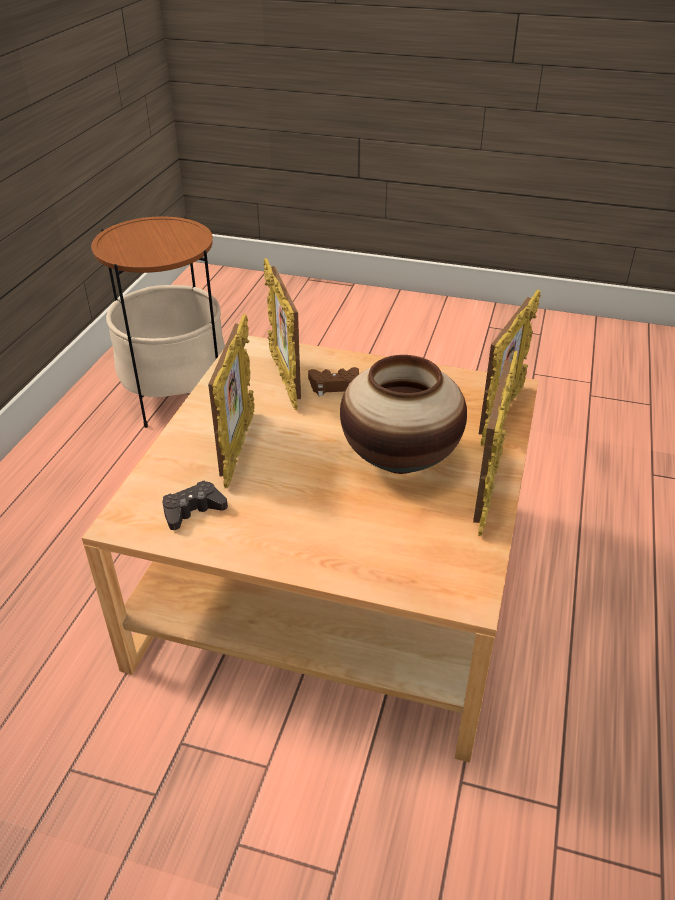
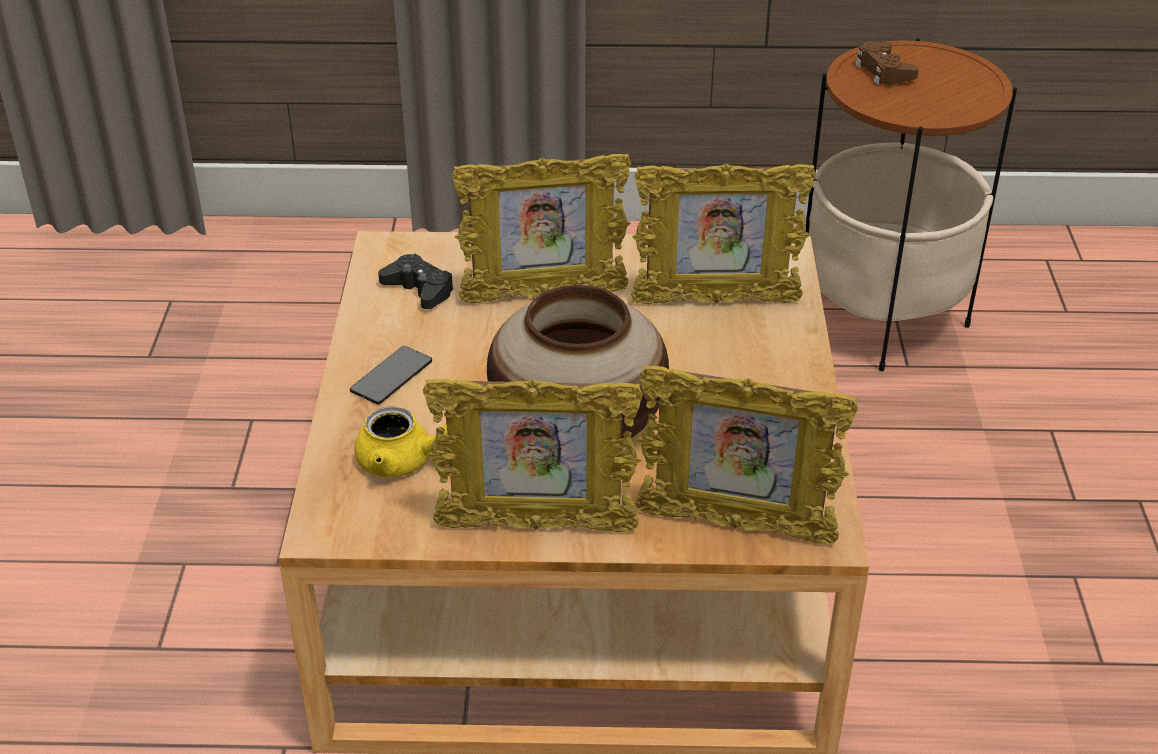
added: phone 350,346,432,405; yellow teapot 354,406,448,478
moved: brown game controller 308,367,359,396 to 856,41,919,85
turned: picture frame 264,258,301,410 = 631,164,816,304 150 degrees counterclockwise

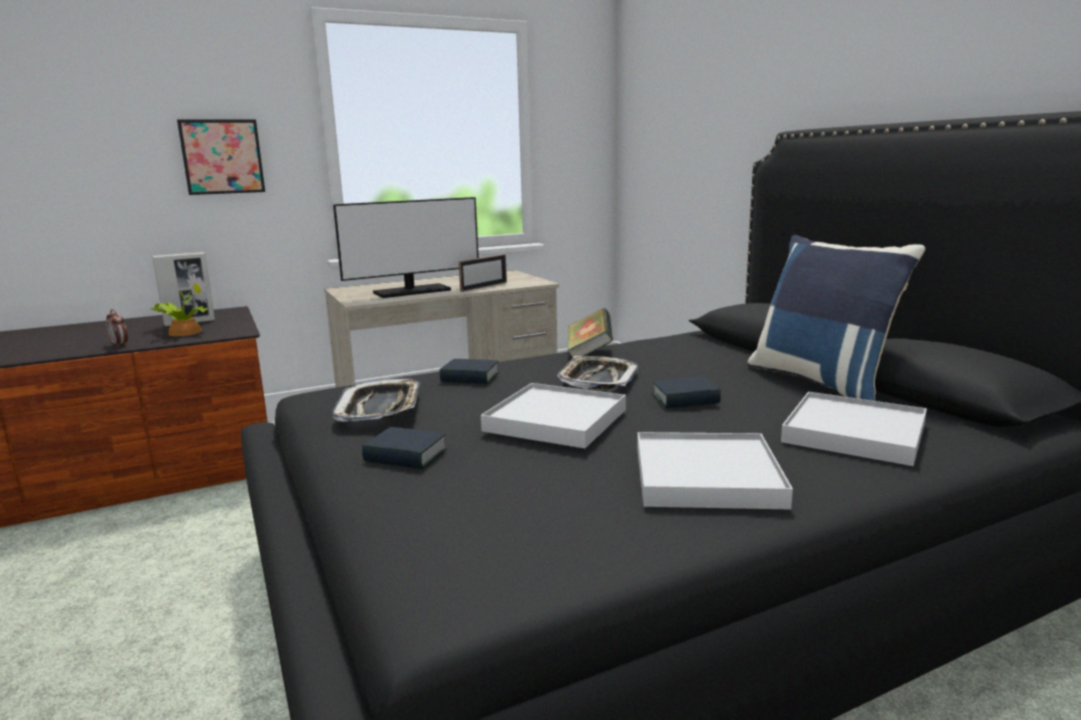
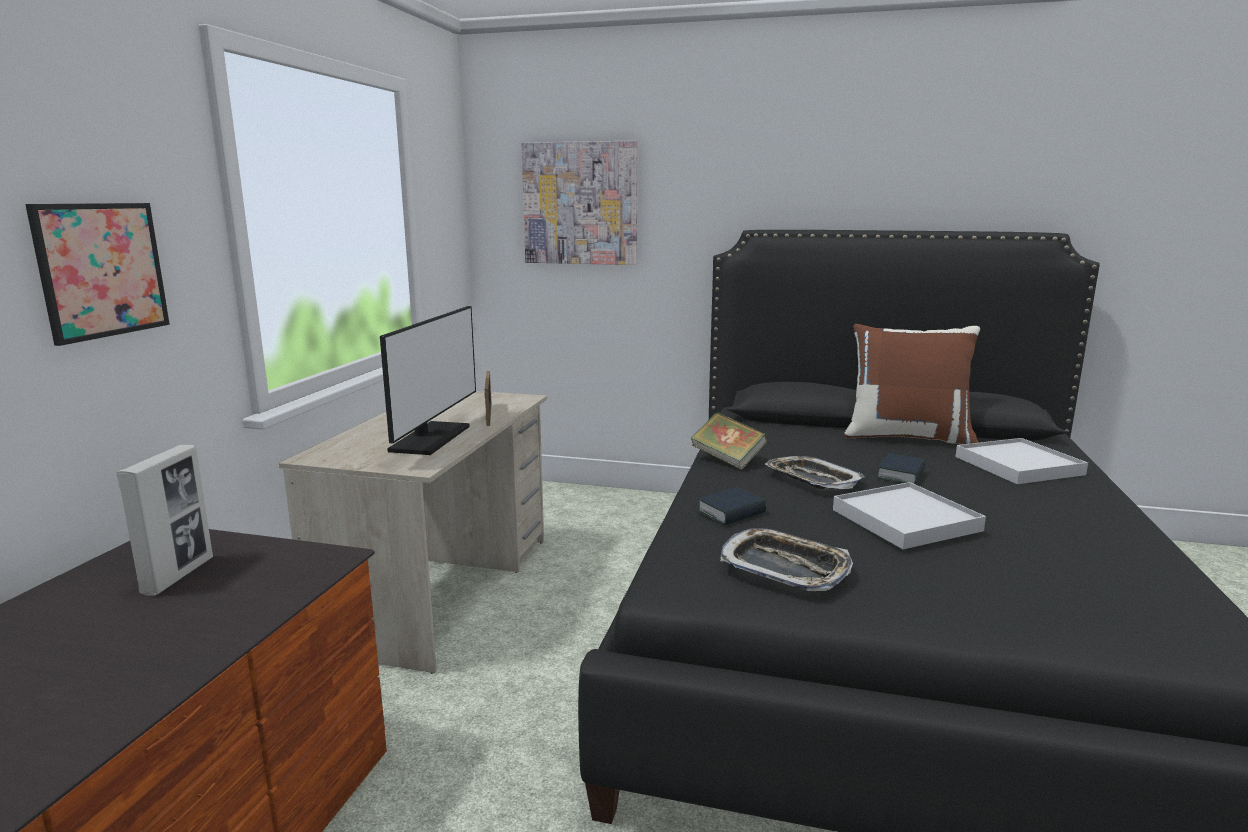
removed: alarm clock 106,309,128,347; potted plant 151,273,208,336; book 362,427,447,469; white tray 637,432,793,509
added: picture 521,140,637,265
recoloured: blue pillow 747,235,925,401 to brown pillow 844,324,980,445

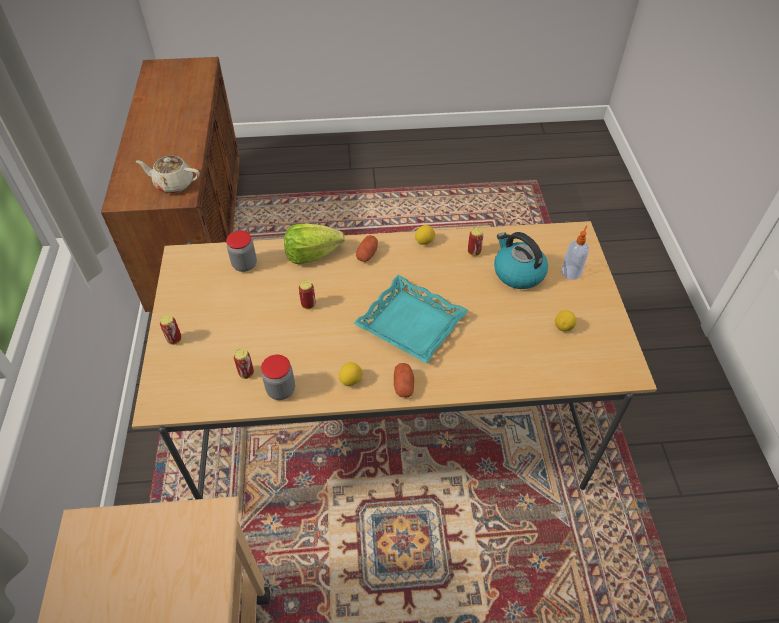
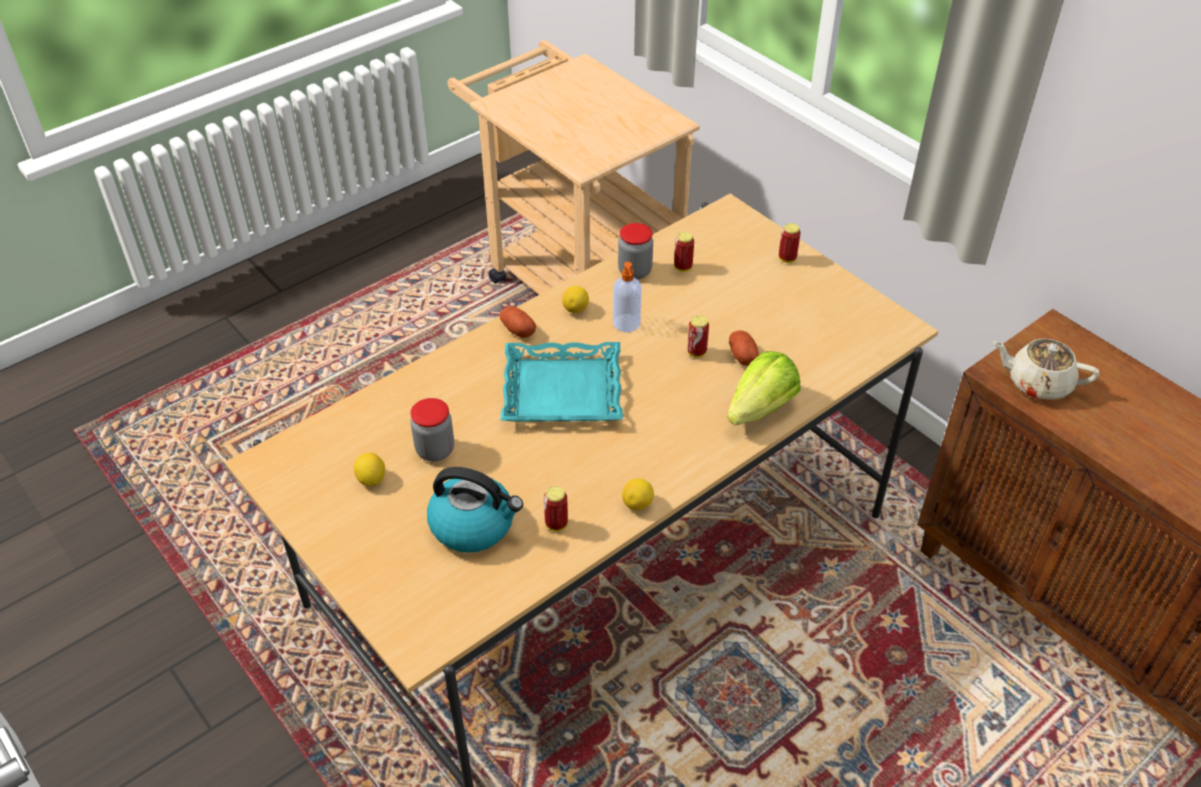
moved: jar 226,231,257,272 to 410,398,454,461; potato 356,235,378,262 to 729,330,759,366; soap dispenser 561,225,589,280 to 613,262,641,332
turned: beige teapot 136,156,200,193 = 993,338,1099,400 135 degrees counterclockwise

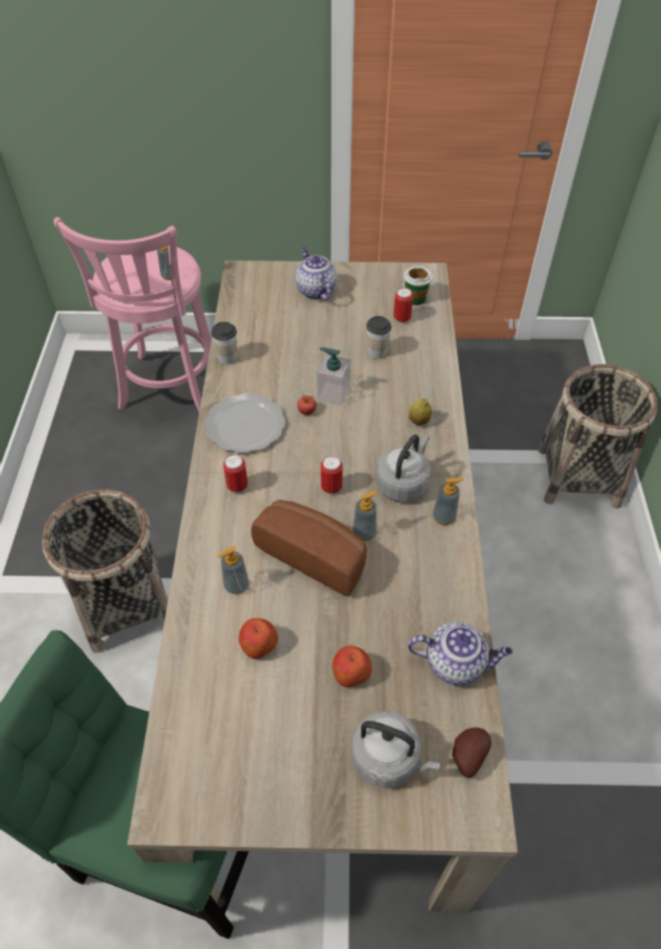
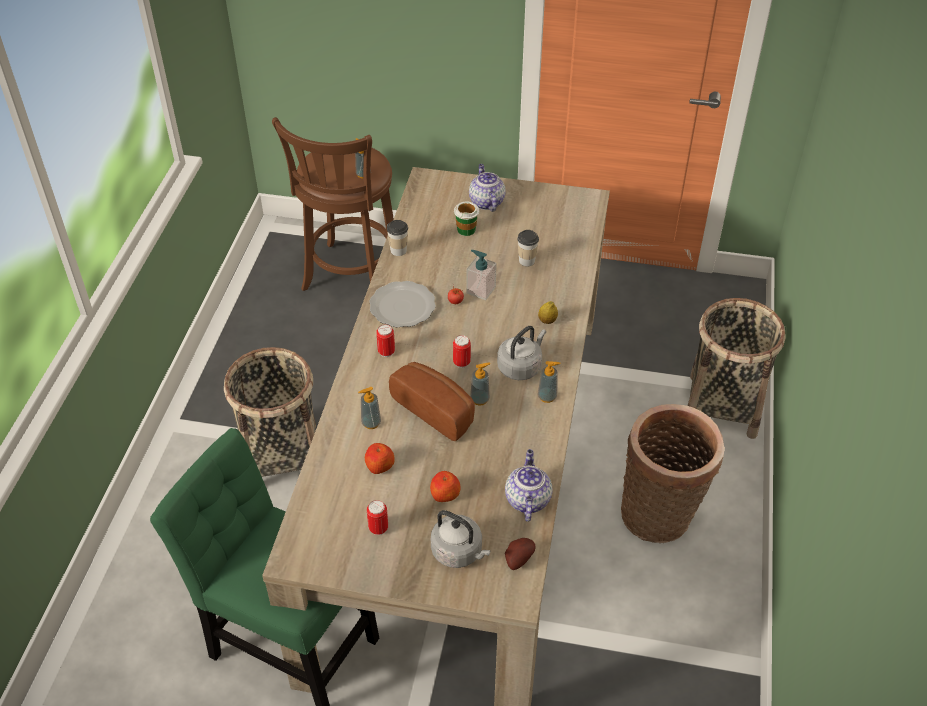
added: basket 621,404,725,543
moved: can 393,288,413,324 to 367,500,388,535; cup 404,266,432,305 to 454,202,479,236
recoloured: pink stool 54,217,211,412 to brown stool 272,117,394,291
turned: teapot 408,622,513,686 = 505,449,553,522 105 degrees counterclockwise

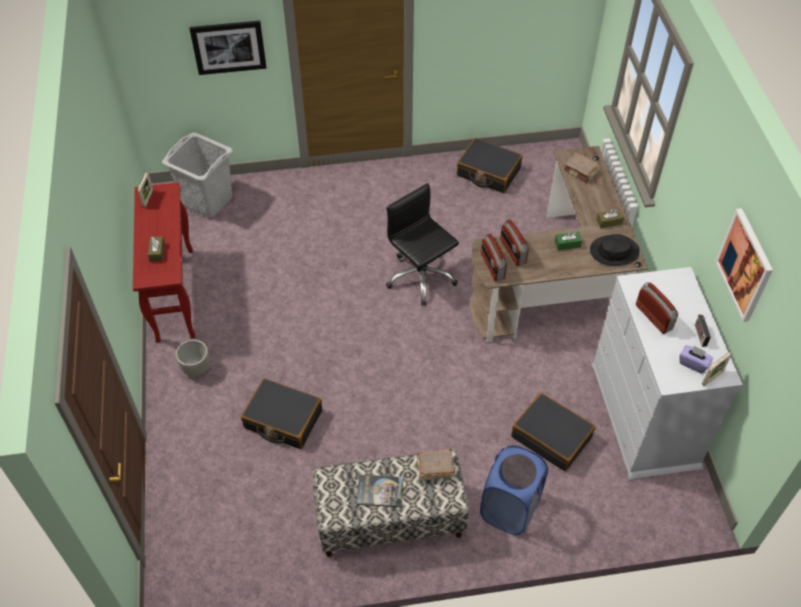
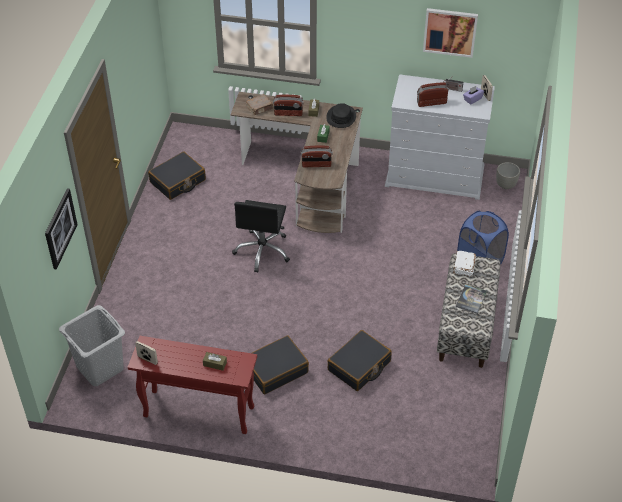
moved: grey planter 176,340,209,377 to 496,162,520,189; radio 481,233,507,281 to 273,95,304,116; black suitcase 511,393,595,471 to 252,335,309,394
recoloured: brown book 417,448,455,480 to white book 453,251,476,277
turned: black office chair 386,183,459,305 = 232,200,290,273 60 degrees counterclockwise

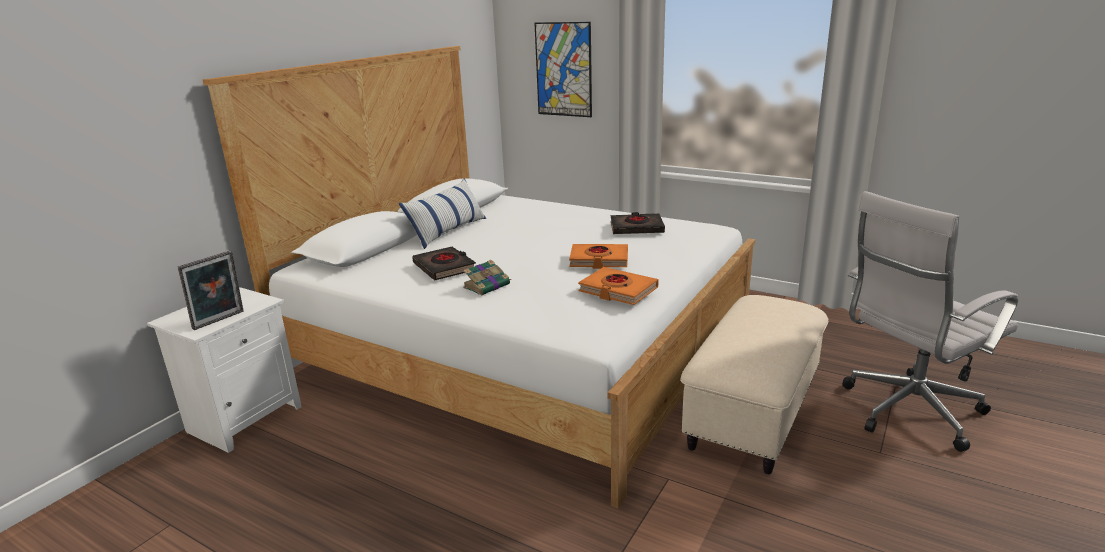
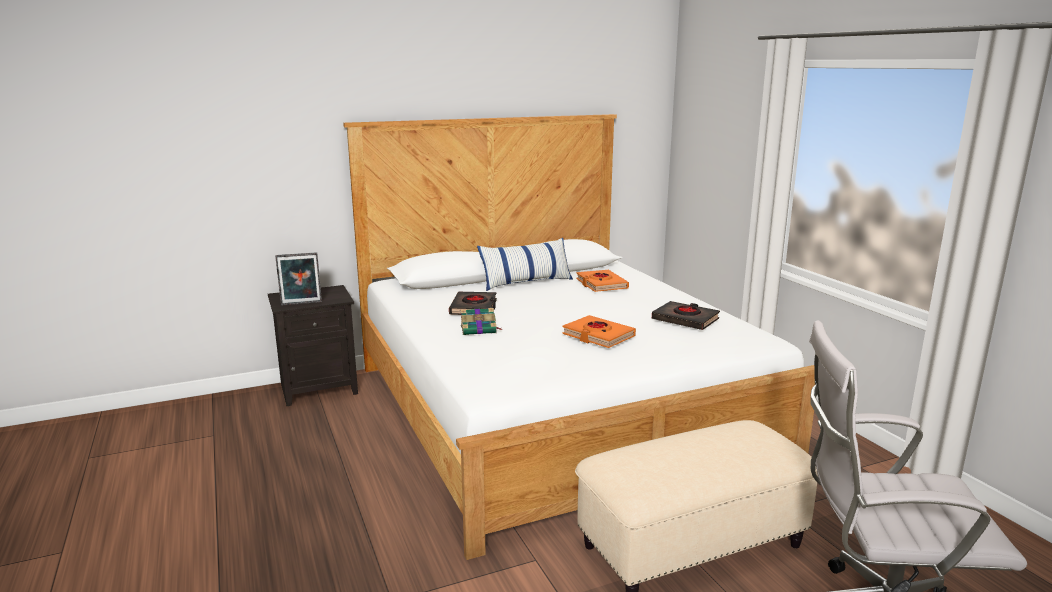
removed: picture 535,22,592,117
moved: orange book 578,267,659,305 to 576,270,629,292
recoloured: white nightstand 147,287,302,453 to black nightstand 268,285,358,406

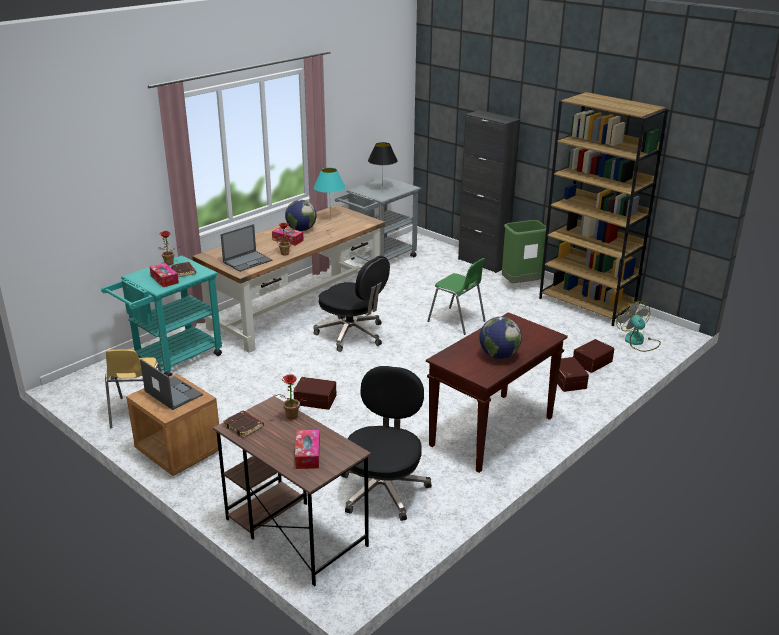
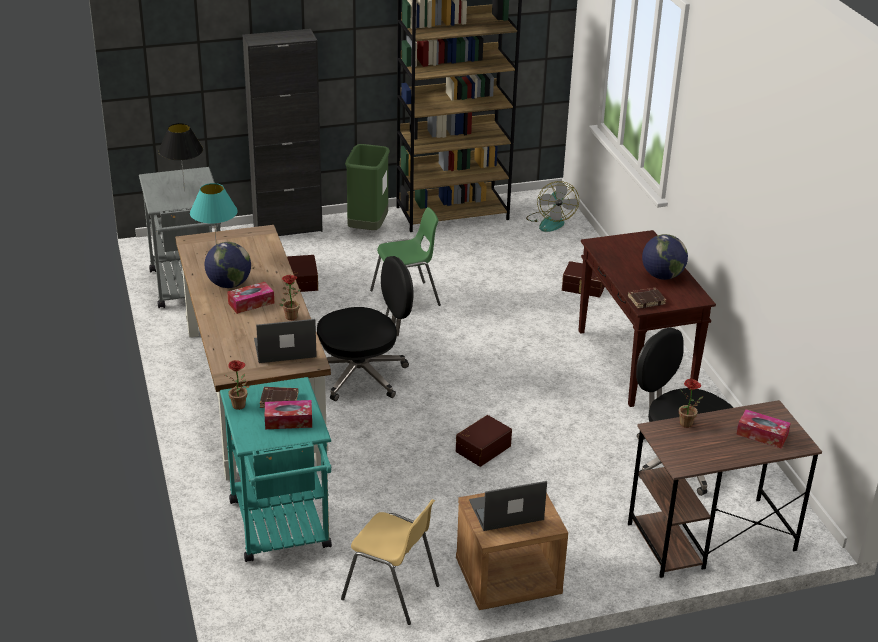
moved: brown book 223,411,264,438 to 628,288,666,309; brown storage box 573,339,614,373 to 287,255,318,292
turned: laptop 220,224,273,272 = 254,319,317,363 90 degrees counterclockwise; fan 616,301,661,352 = 526,181,579,232 105 degrees counterclockwise

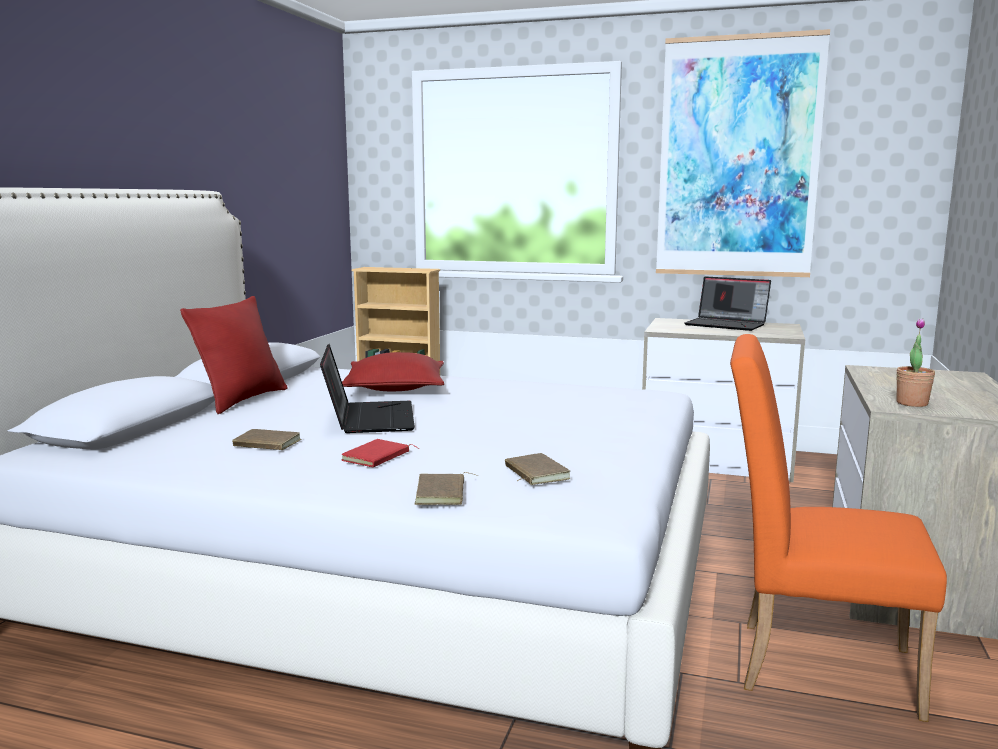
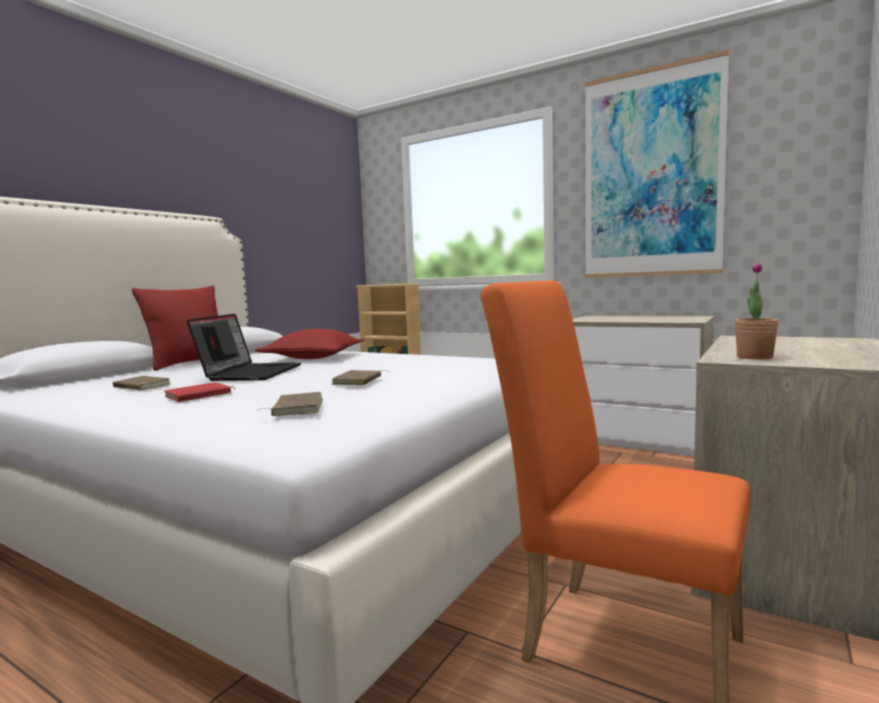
removed: laptop 684,276,771,331
moved: brown book 415,472,478,505 to 332,370,389,385

